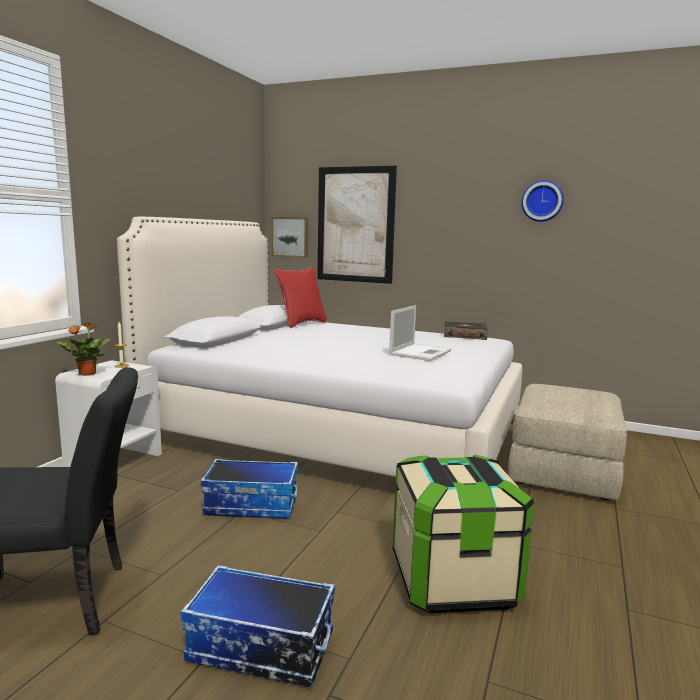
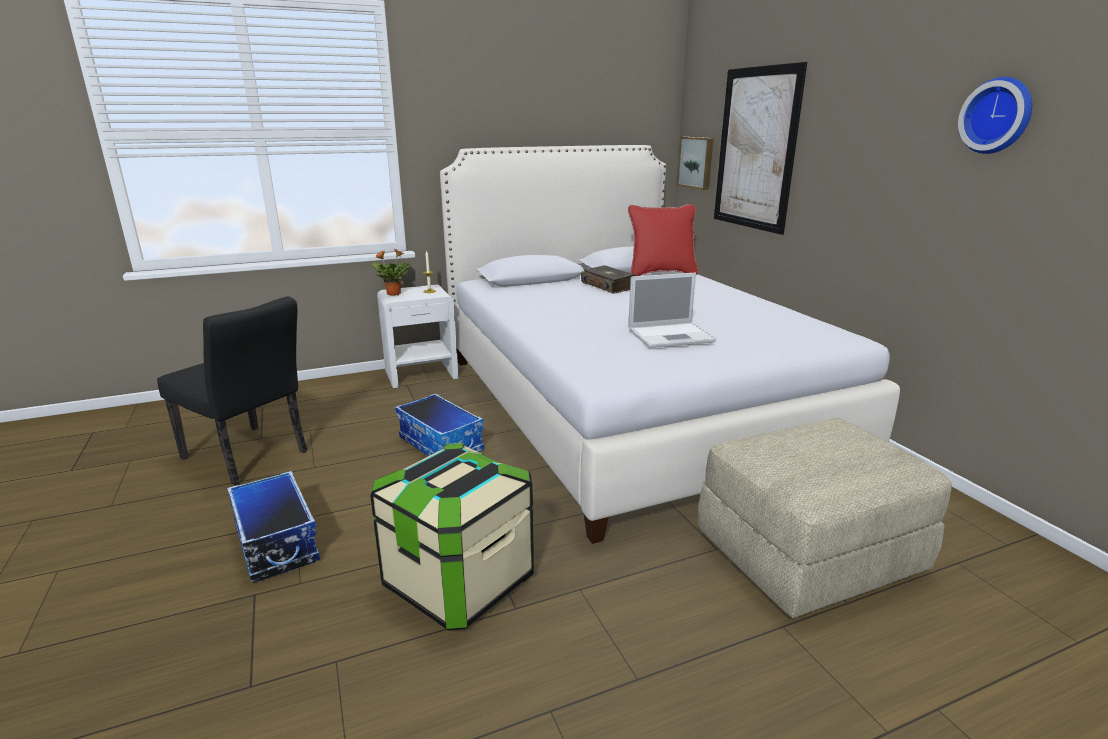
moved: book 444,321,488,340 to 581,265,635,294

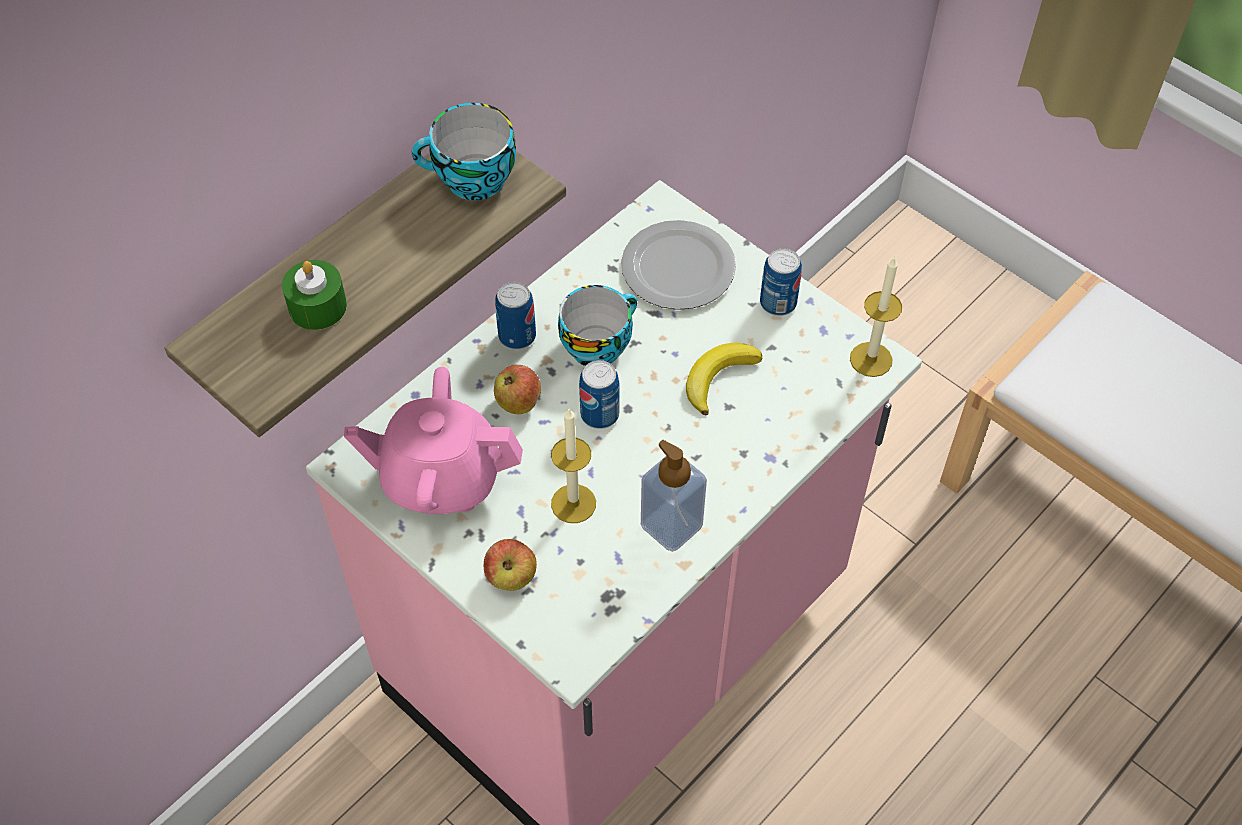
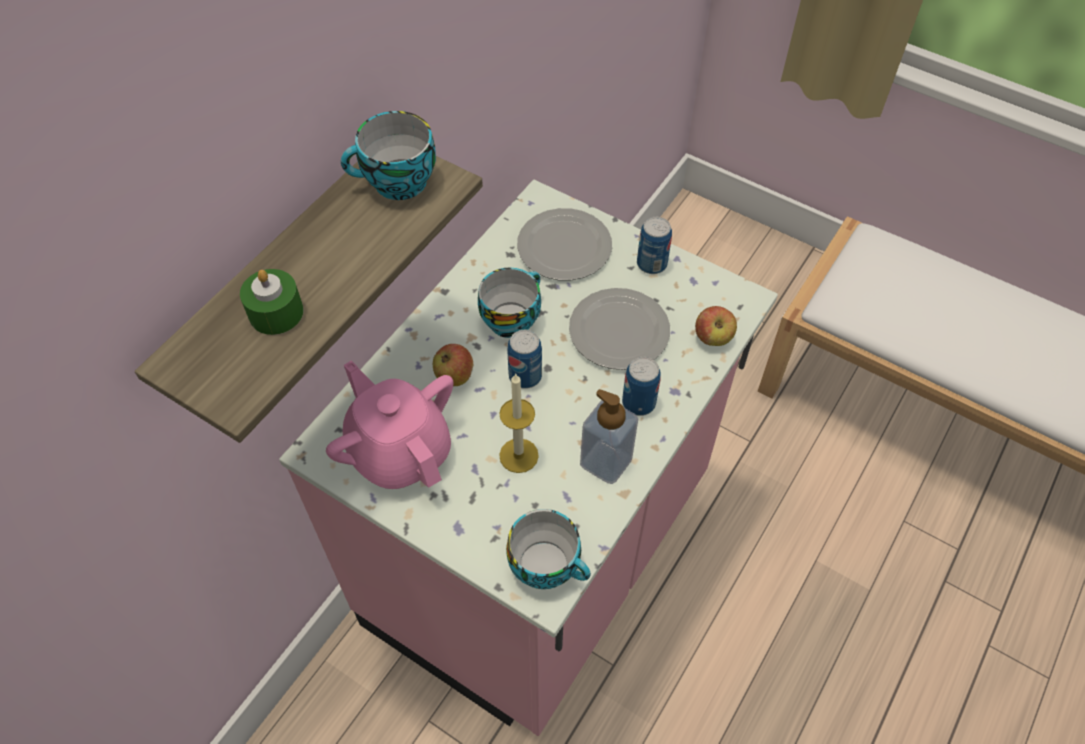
removed: candle 850,256,902,377
added: cup 506,509,591,589
moved: apple 484,539,537,591 to 695,306,737,346; can 495,282,536,350 to 622,357,661,416
replaced: banana 686,343,762,415 to plate 569,288,670,370
turned: pink teapot 344,367,523,514 = 326,360,453,489 60 degrees clockwise

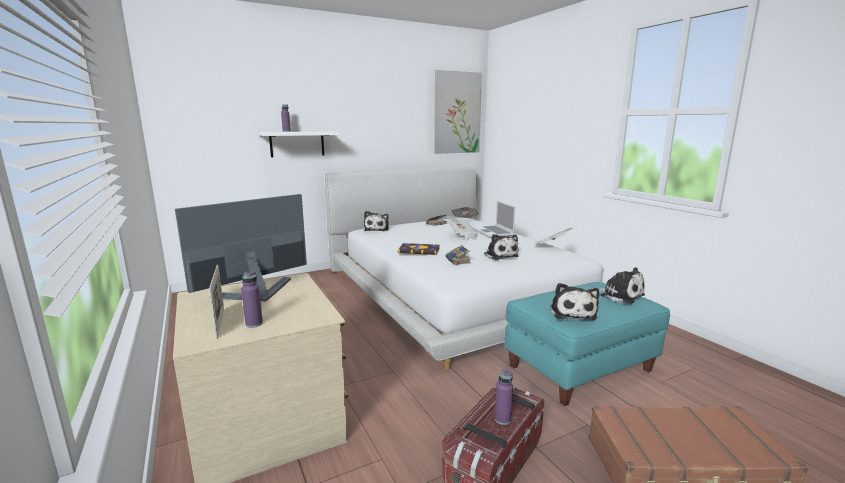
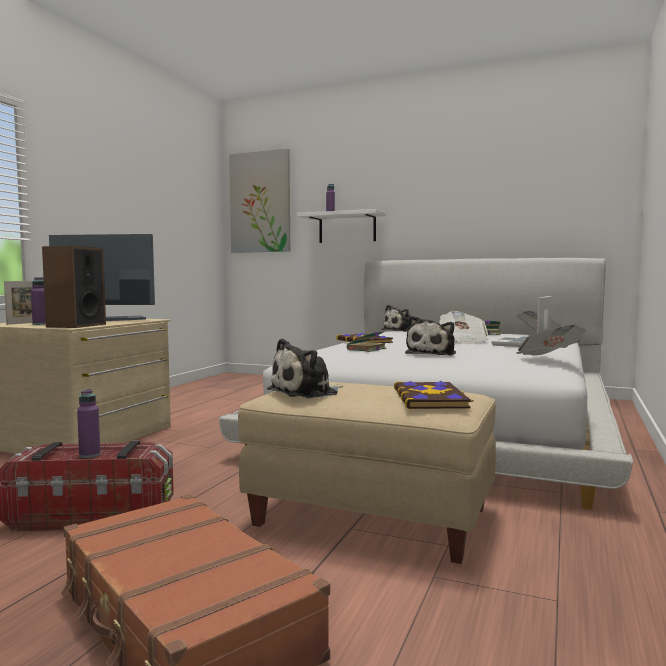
added: speaker 42,246,106,328
moved: picture 434,70,482,154 to 229,148,290,253
replaced: plush toy 591,267,645,304 to book 394,381,474,409
recoloured: turquoise ottoman 504,282,670,406 to beige ottoman 238,382,496,564

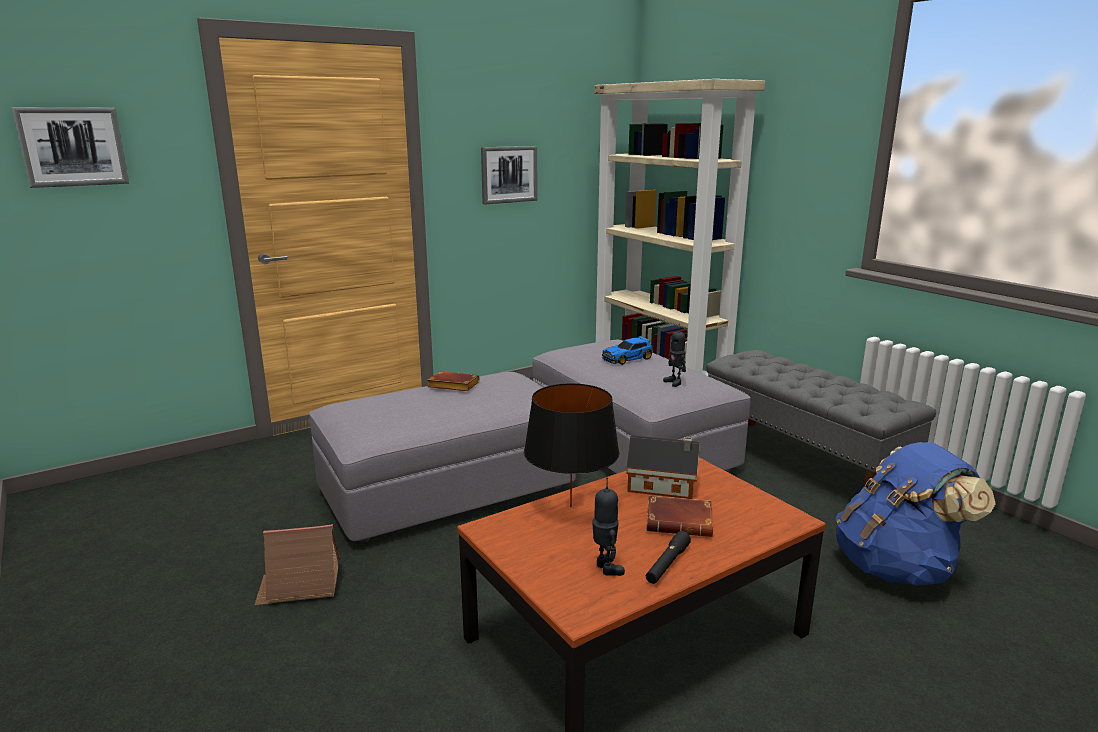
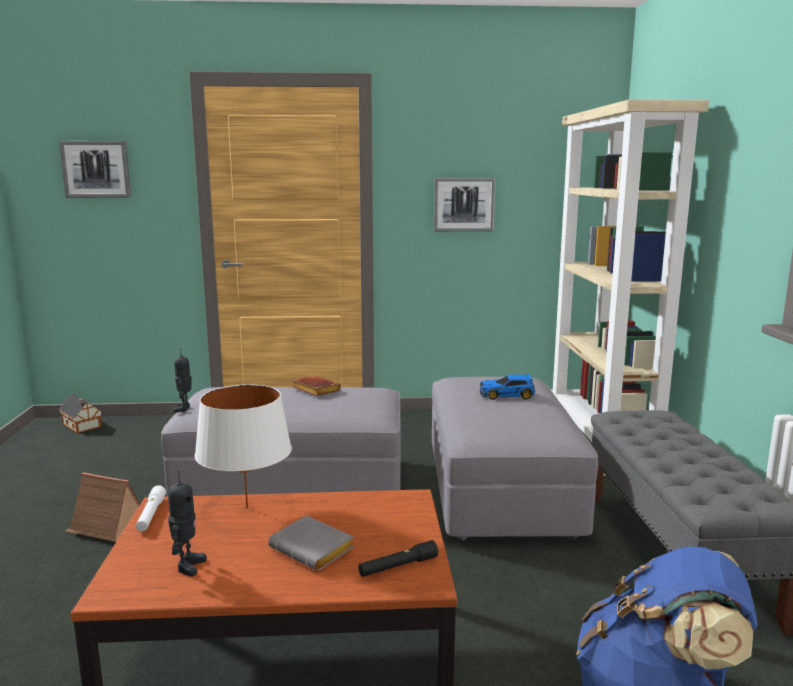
added: white flashlight 136,485,166,531
moved: toy house 626,435,700,499 to 58,394,102,433; black flashlight 646,531,691,584 to 358,540,438,577; toy robot 663,329,686,387 to 173,348,192,413
recoloured: black table lamp 524,383,620,507 to white table lamp 195,384,292,508; brown book 646,496,713,537 to grey book 268,515,354,571

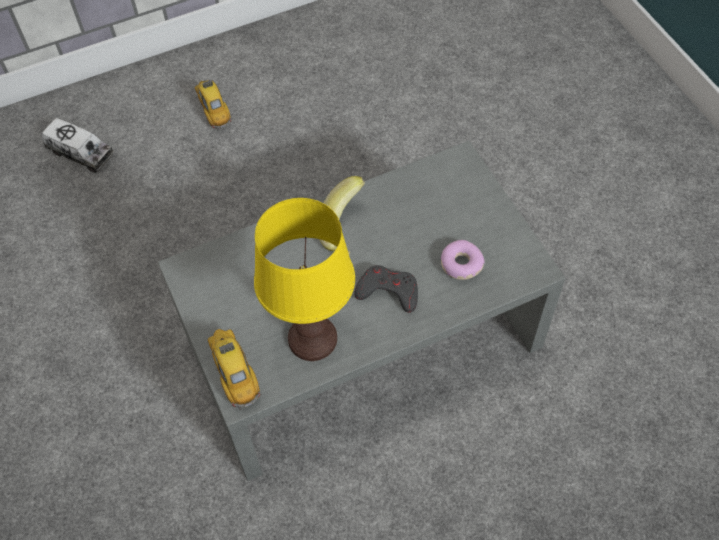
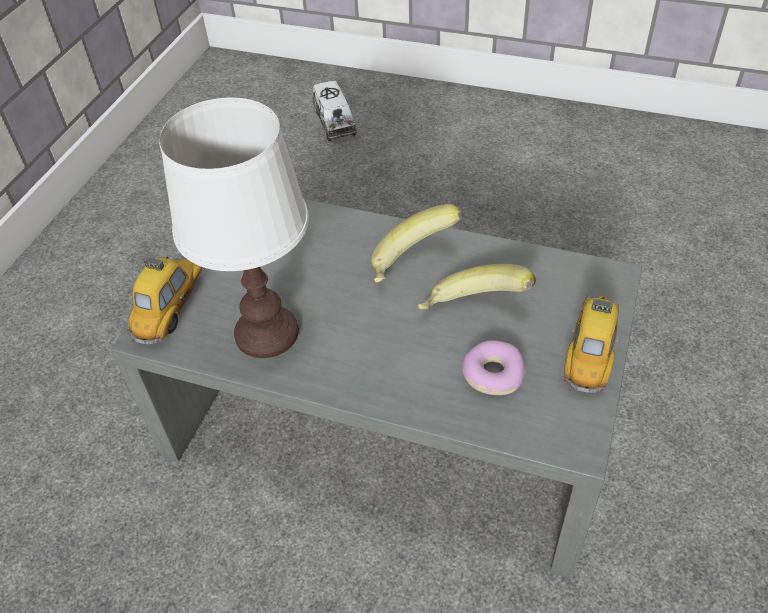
removed: grey game controller 355,265,418,313
added: banana 418,264,536,310
moved: toy car 195,80,231,131 to 564,292,619,393
recoloured: yellow table lamp 254,198,355,361 to white table lamp 159,97,309,358

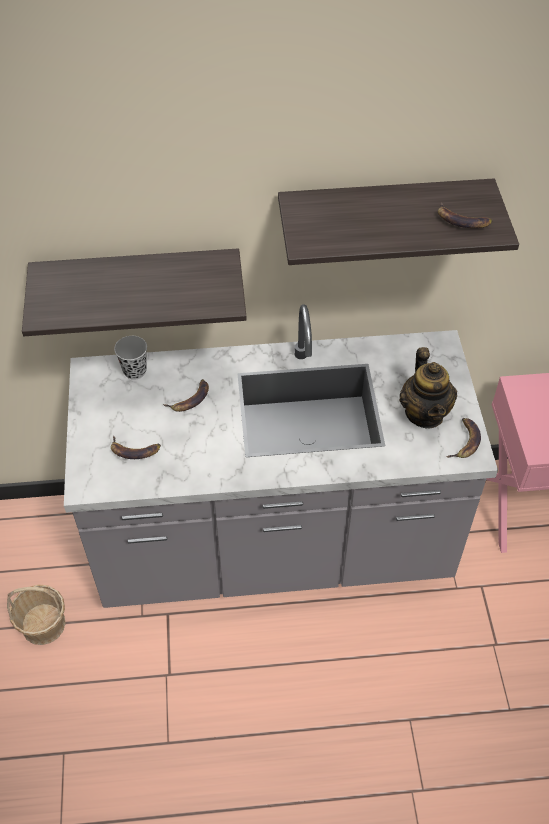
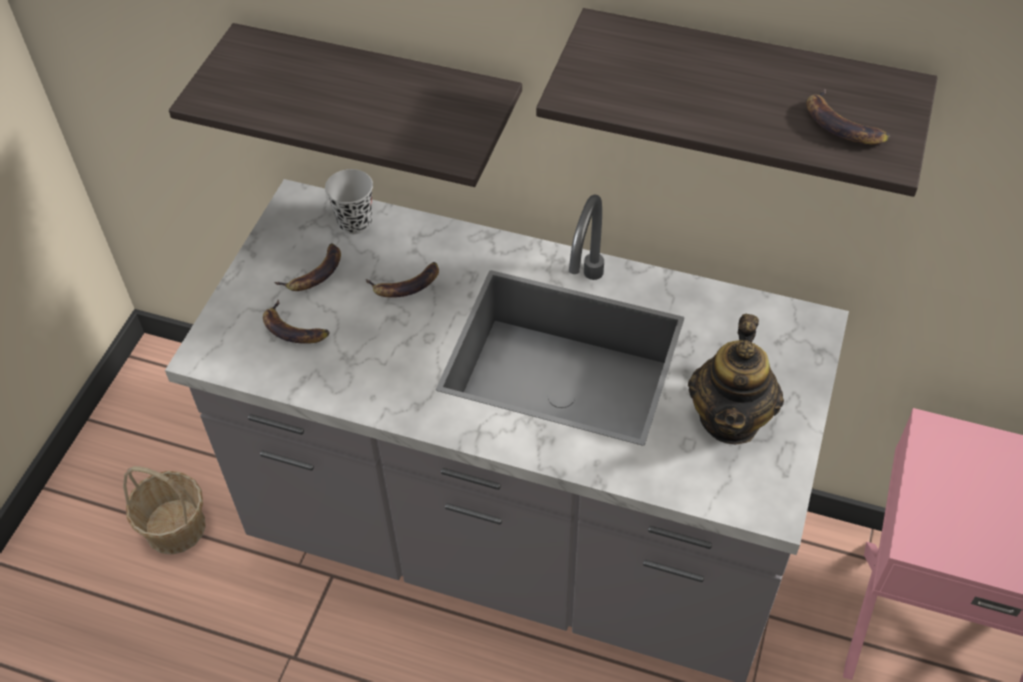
moved: banana 446,418,481,458 to 274,243,341,291

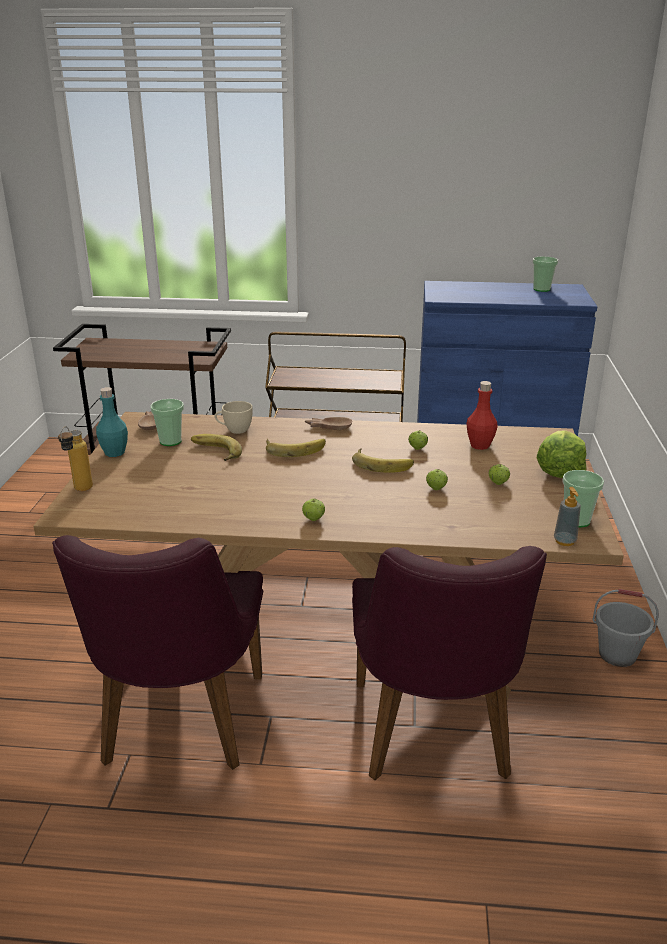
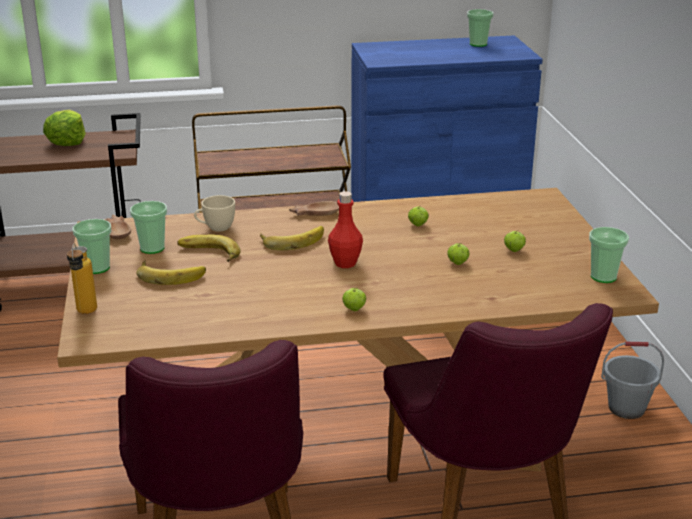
removed: soap dispenser 554,487,581,546
moved: banana 352,448,414,473 to 136,260,206,285; red bottle 466,381,498,450 to 328,191,363,268; lettuce 537,430,586,478 to 43,110,86,146
replaced: turquoise bottle 96,387,128,457 to cup 73,219,111,274

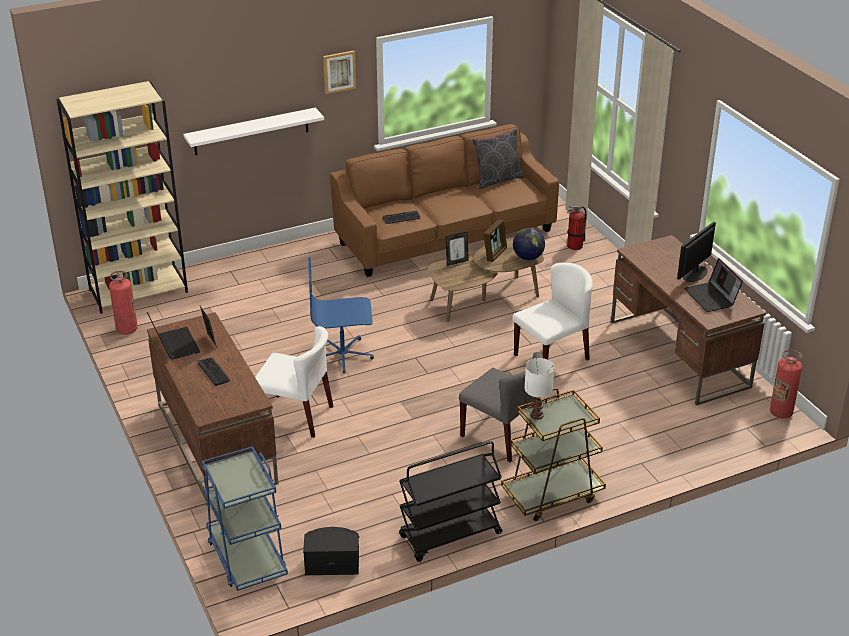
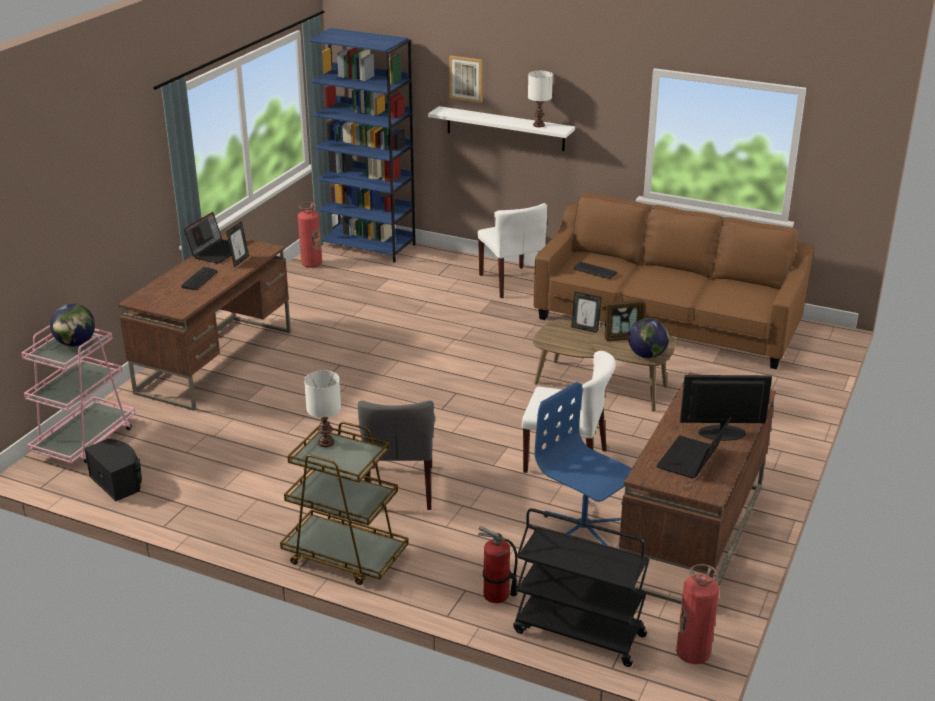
removed: grey pillow 472,129,524,189
added: globe 50,303,95,347; white table lamp 528,71,553,127
moved: white chair 255,326,333,438 to 478,203,547,298; blue office chair 308,257,374,374 to 535,382,632,547; picture 323,50,356,94 to 449,56,483,103; black cart 399,441,502,562 to 513,508,650,667; fire extinguisher 567,206,587,250 to 478,526,518,603
recoloured: beige bookcase 57,81,188,314 to blue bookcase 309,28,416,262; blue cart 202,446,288,591 to pink cart 21,325,136,463

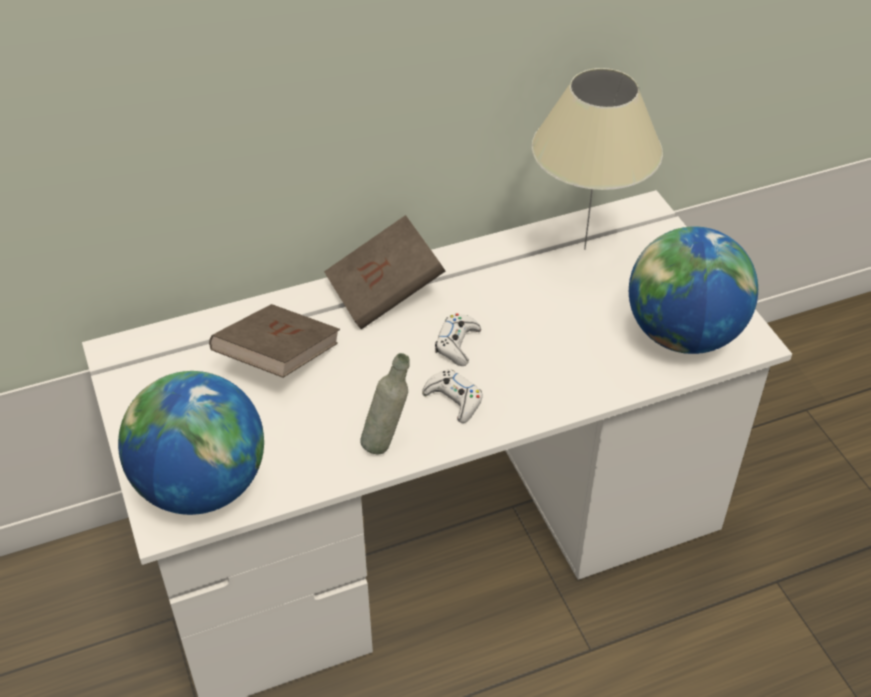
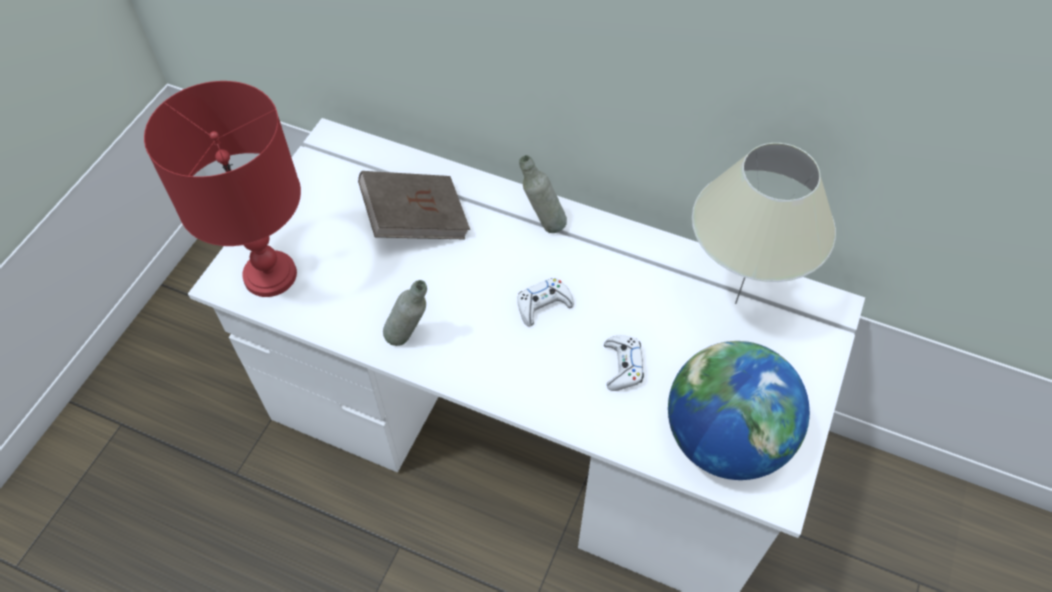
moved: white game controller 422,369,483,423 to 604,335,644,391
replaced: globe 118,371,264,515 to red table lamp 144,81,301,297; brown book 324,215,445,329 to grey bottle 519,155,567,233

